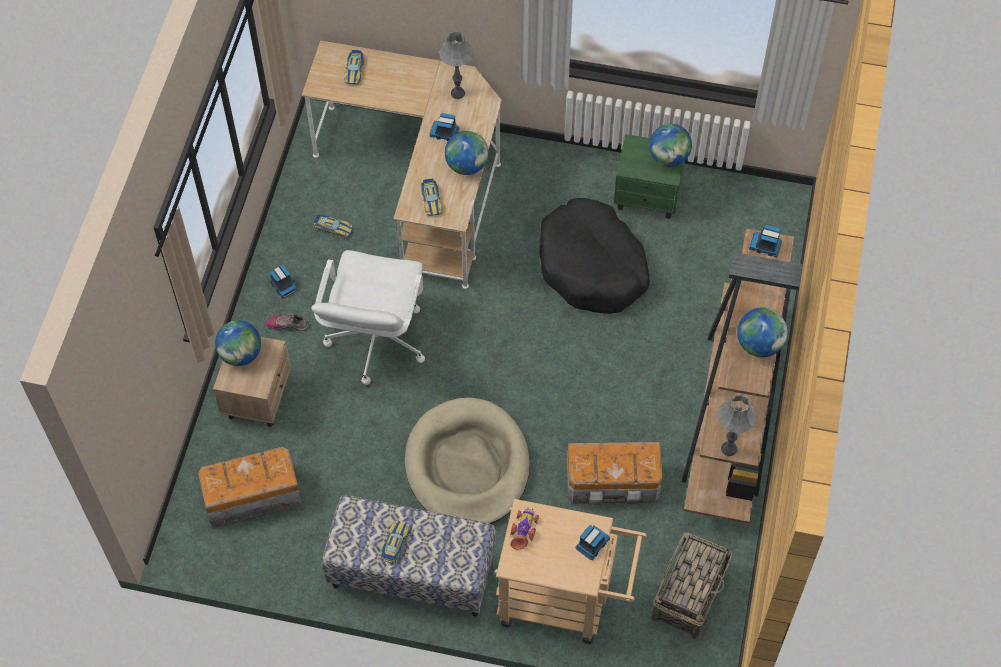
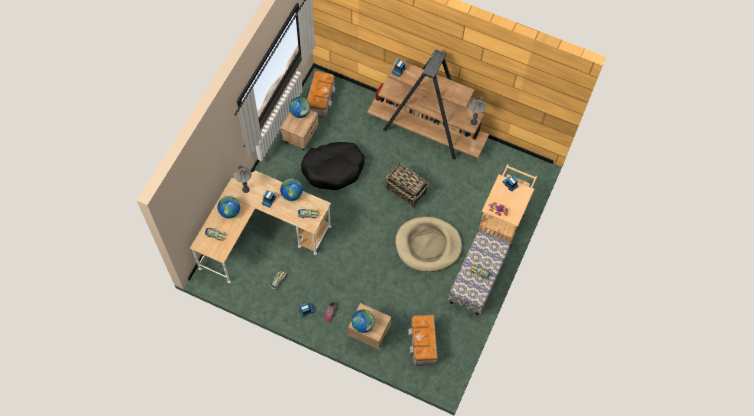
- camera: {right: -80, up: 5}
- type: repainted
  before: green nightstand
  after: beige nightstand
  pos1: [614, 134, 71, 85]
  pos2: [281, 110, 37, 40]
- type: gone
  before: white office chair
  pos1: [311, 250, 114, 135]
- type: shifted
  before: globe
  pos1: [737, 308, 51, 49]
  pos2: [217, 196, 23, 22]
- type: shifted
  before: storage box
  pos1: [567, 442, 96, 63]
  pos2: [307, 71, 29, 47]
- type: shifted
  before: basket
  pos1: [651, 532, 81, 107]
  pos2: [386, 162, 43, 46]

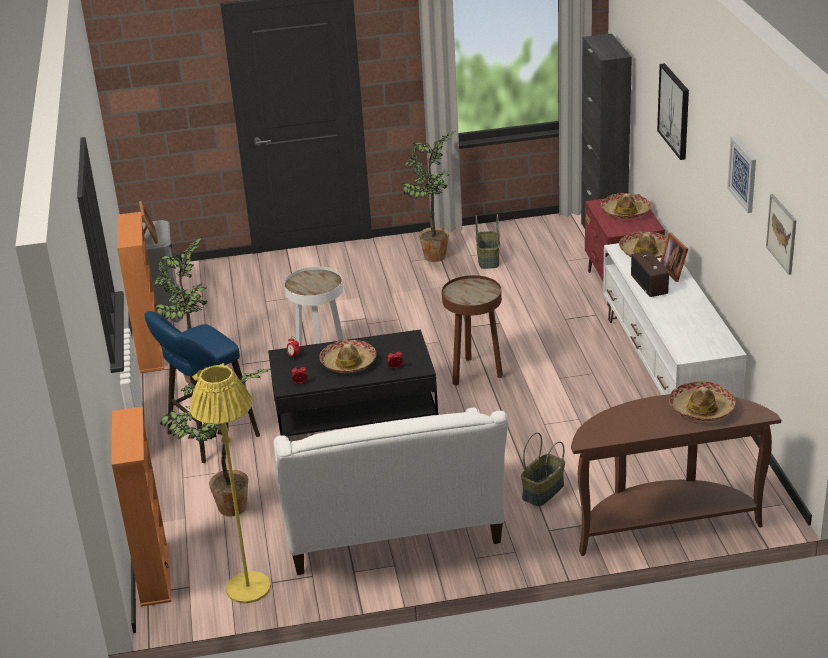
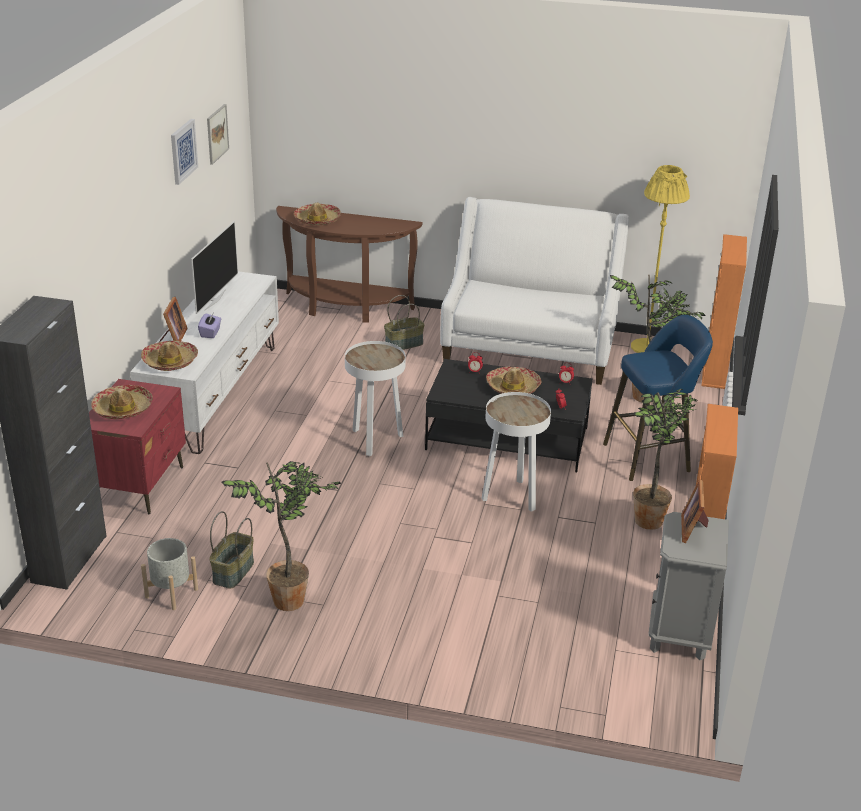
- camera: {right: -160, up: 0}
- type: gone
  before: picture
  pos1: [657, 63, 32, 97]
- type: swapped
  before: radio
  after: purple tissue box
  pos1: [631, 251, 38, 46]
  pos2: [198, 313, 24, 25]
- type: repainted
  before: brown side table
  after: white side table
  pos1: [442, 275, 61, 111]
  pos2: [345, 341, 61, 115]
- type: new
  after: television
  pos2: [191, 221, 47, 93]
- type: new
  after: grey planter
  pos2: [141, 538, 57, 72]

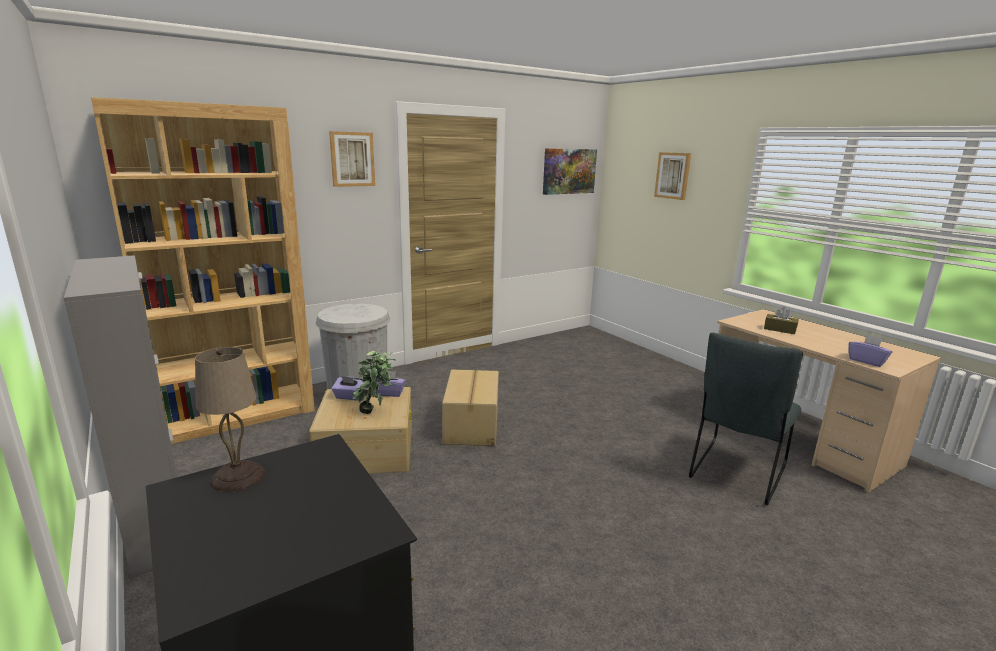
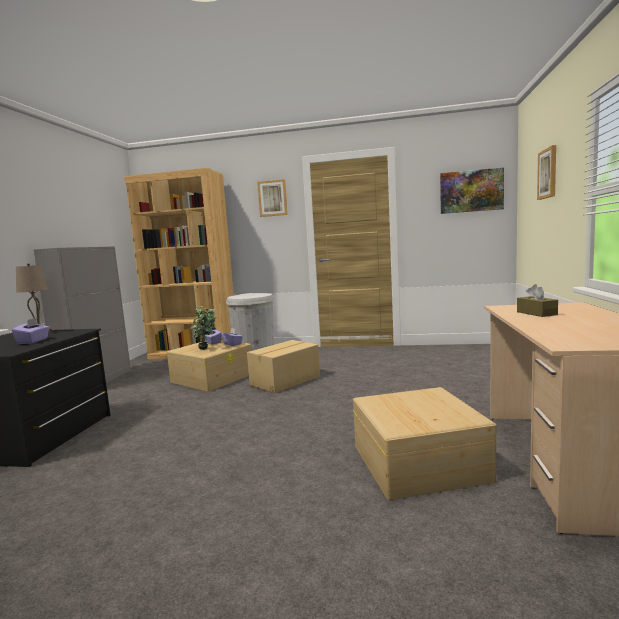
- camera: {right: 45, up: -10}
- type: swapped
  before: grey chair
  after: beige storage box
  pos1: [689, 333, 114, 172]
  pos2: [353, 387, 143, 113]
- type: shifted
  before: purple tissue box
  pos1: [849, 334, 44, 33]
  pos2: [12, 318, 38, 26]

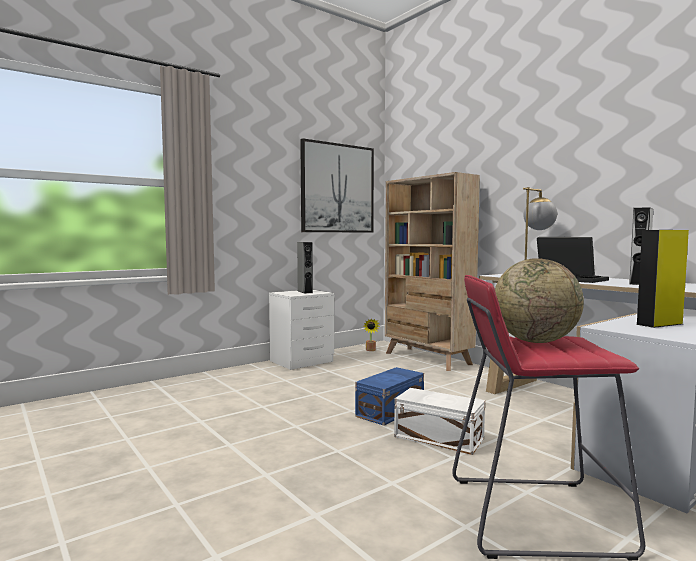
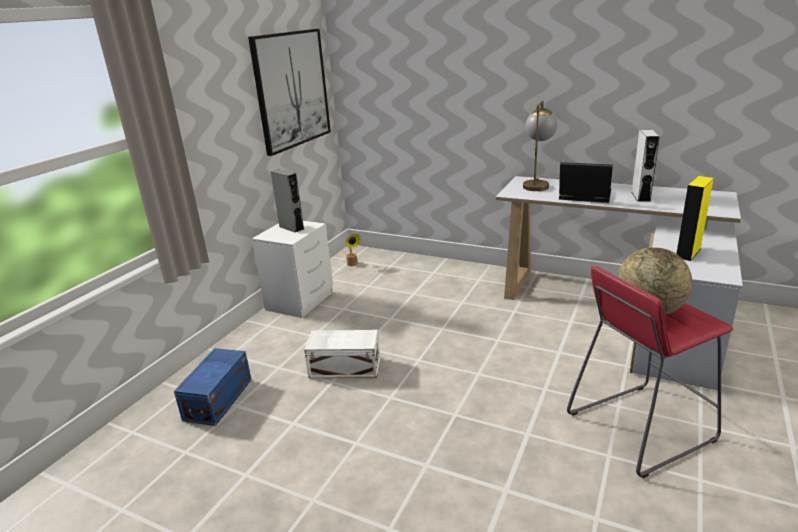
- camera: {right: -25, up: 20}
- type: gone
  before: beige bookcase
  pos1: [385, 172, 95, 199]
- type: shifted
  before: blue storage box
  pos1: [355, 367, 69, 59]
  pos2: [174, 348, 78, 78]
- type: shifted
  before: white storage box
  pos1: [394, 388, 91, 67]
  pos2: [304, 330, 76, 48]

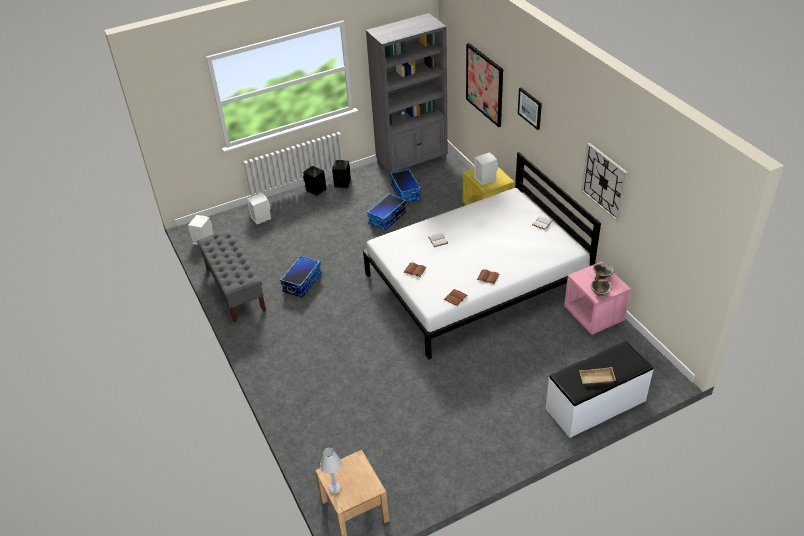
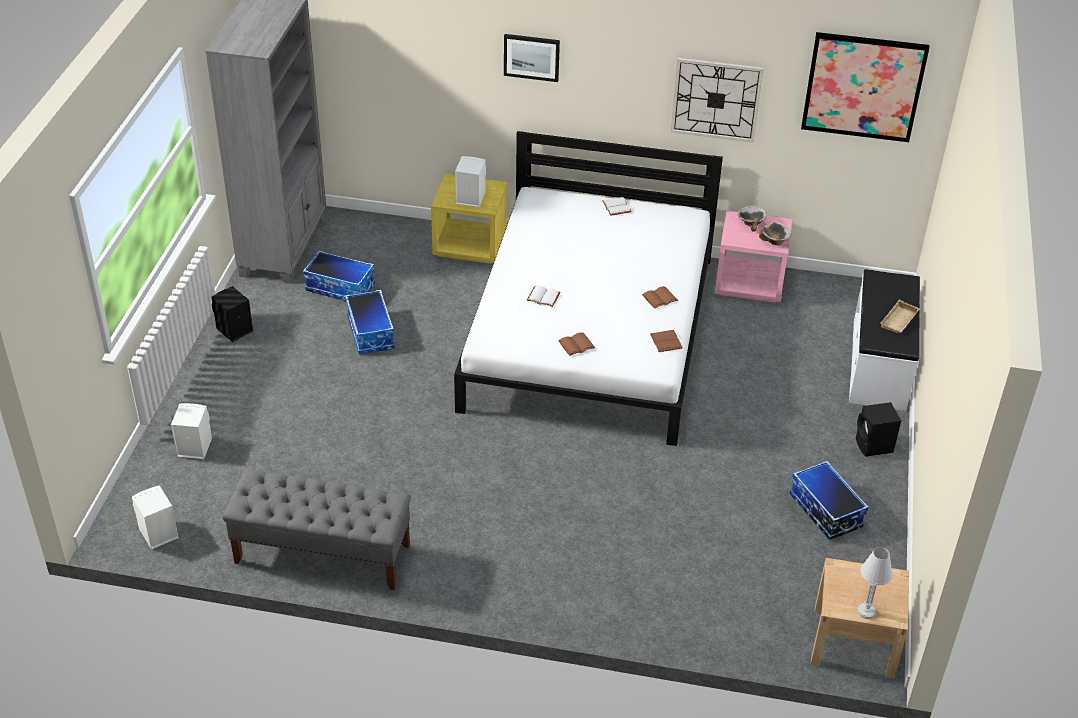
- camera: {right: -55, up: 0}
- type: shifted
  before: picture
  pos1: [466, 43, 37, 84]
  pos2: [801, 32, 129, 110]
- type: shifted
  before: black speaker
  pos1: [303, 166, 24, 30]
  pos2: [856, 402, 45, 55]
- type: shifted
  before: storage box
  pos1: [280, 255, 42, 43]
  pos2: [790, 461, 79, 79]

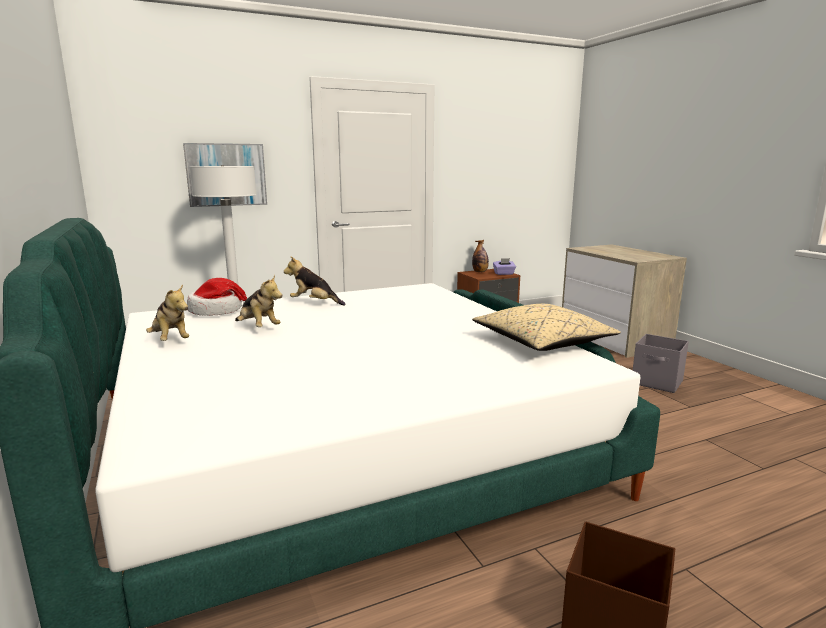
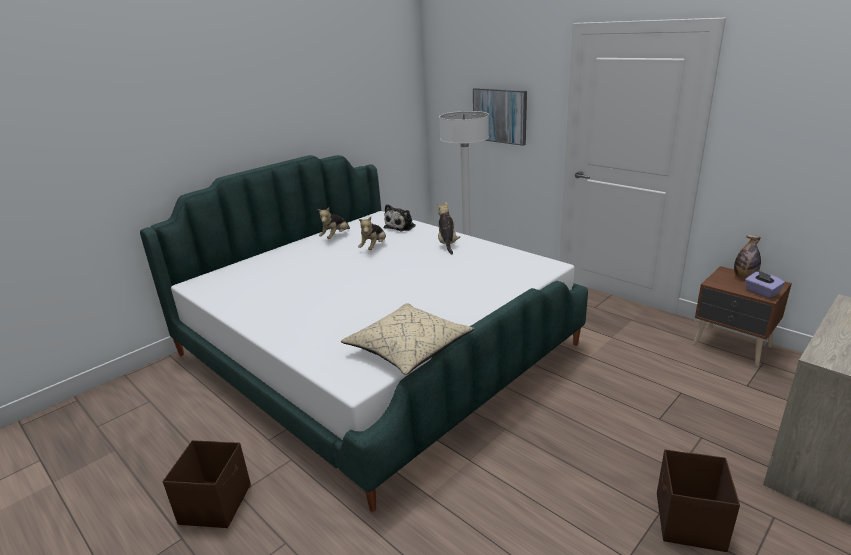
- camera: {right: 70, up: 10}
- type: swapped
  before: hat
  after: plush toy
  pos1: [187, 278, 60, 38]
  pos2: [384, 204, 32, 27]
- type: repainted
  before: grey storage box
  after: brown storage box
  pos1: [633, 334, 56, 59]
  pos2: [657, 449, 83, 103]

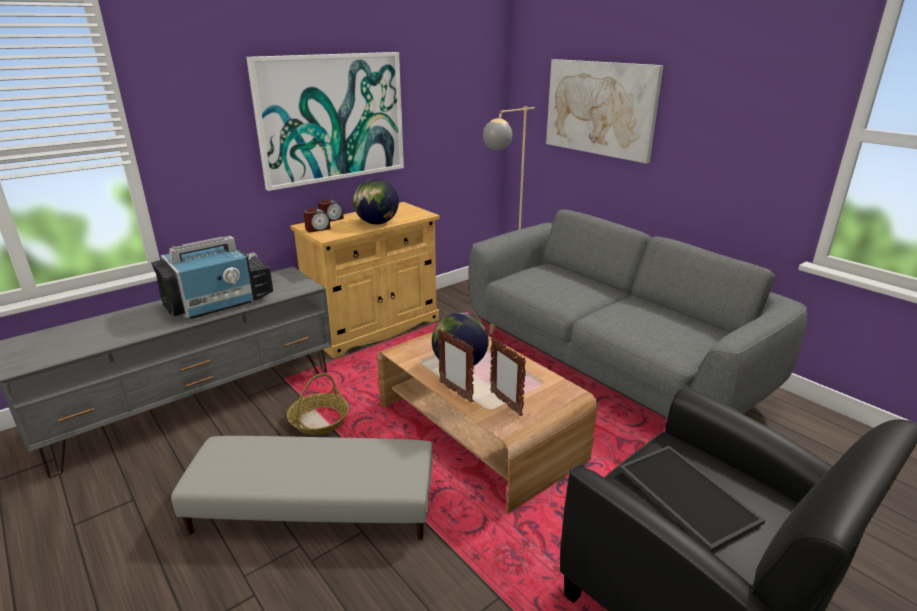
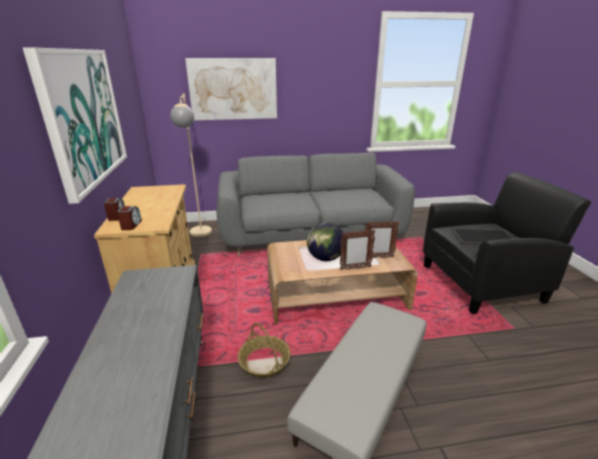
- camera: {right: -60, up: 0}
- type: gone
  before: globe
  pos1: [353, 179, 46, 45]
- type: gone
  before: television
  pos1: [151, 236, 122, 83]

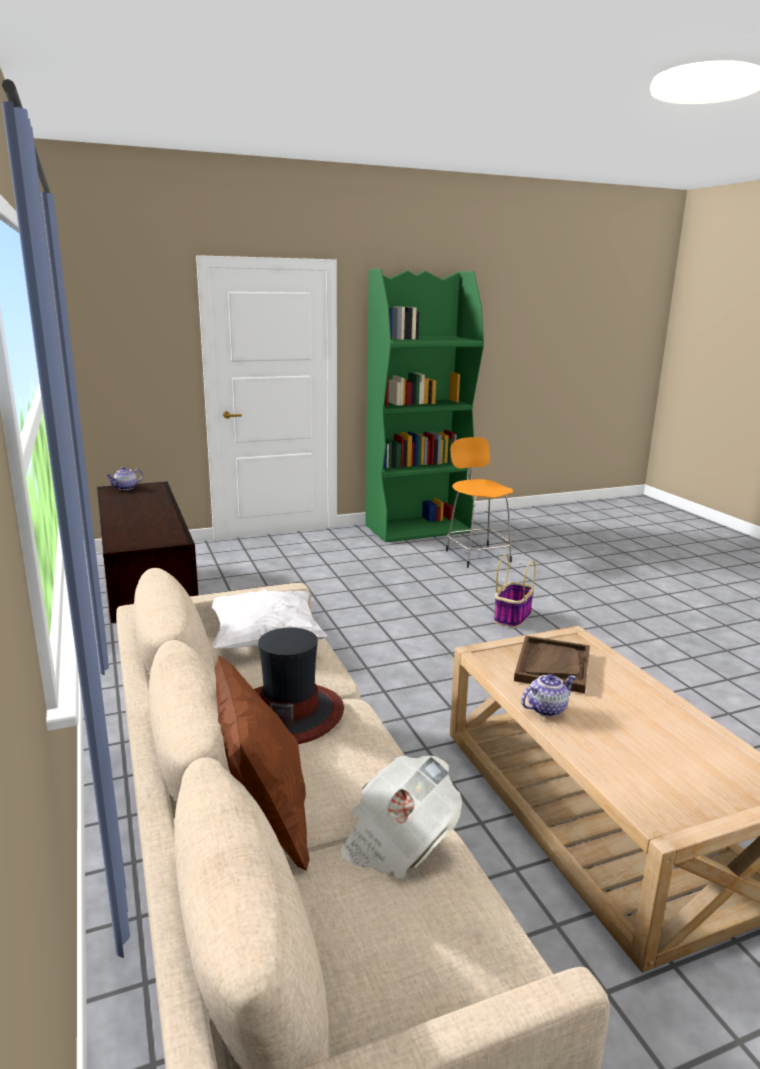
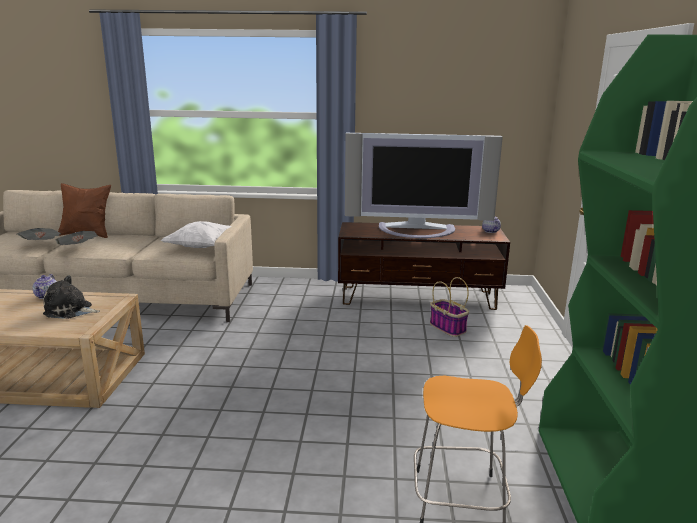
- camera: {right: 115, up: 0}
- type: shifted
  before: basket
  pos1: [494, 555, 42, 73]
  pos2: [430, 277, 39, 60]
- type: gone
  before: hat
  pos1: [254, 627, 90, 117]
- type: swapped
  before: brown tray
  after: plush toy
  pos1: [514, 636, 76, 57]
  pos2: [43, 275, 57, 44]
- type: new
  after: television
  pos2: [345, 133, 158, 105]
- type: new
  after: newspaper
  pos2: [55, 231, 43, 14]

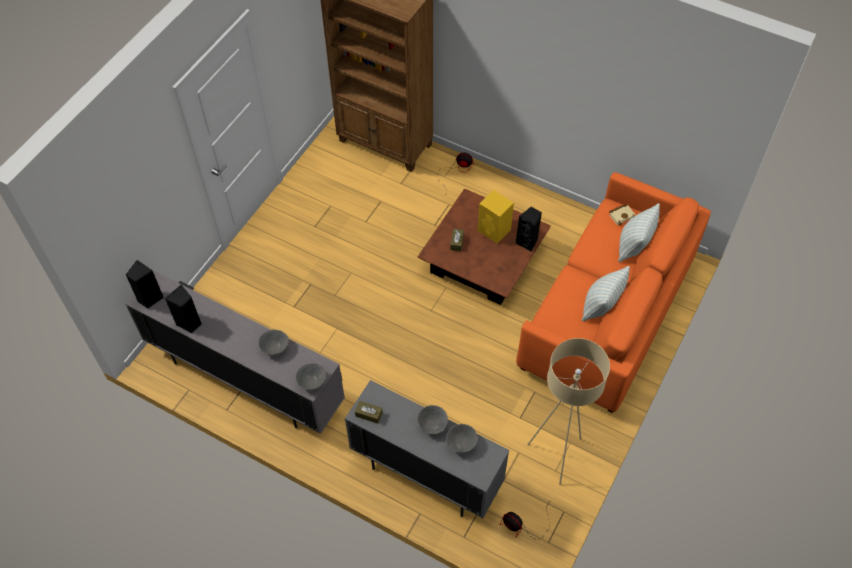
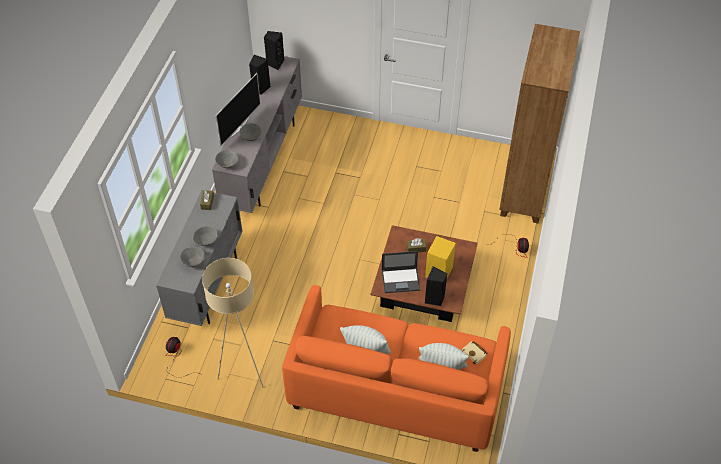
- camera: {right: 75, up: -5}
- type: new
  after: television
  pos2: [215, 73, 46, 73]
- type: new
  after: laptop
  pos2: [382, 251, 38, 42]

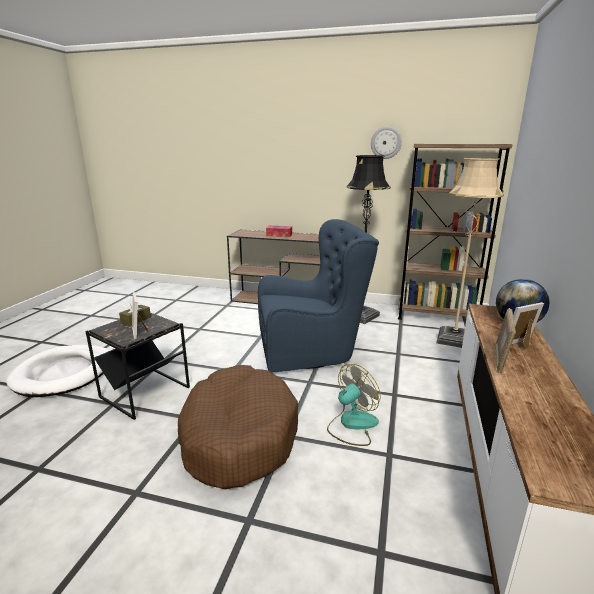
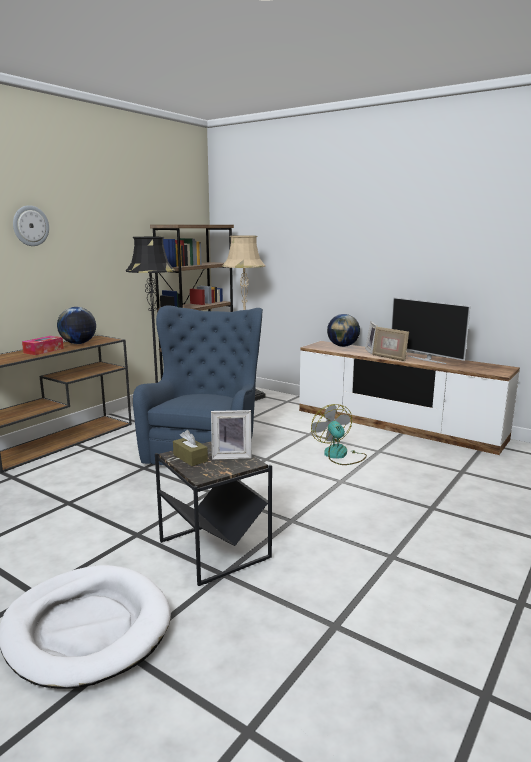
- camera: {right: -70, up: -5}
- type: shifted
  before: wall clock
  pos1: [371, 127, 31, 32]
  pos2: [13, 205, 36, 41]
- type: gone
  before: brown dog bed
  pos1: [178, 365, 120, 124]
- type: new
  after: television
  pos2: [391, 297, 80, 67]
- type: new
  after: globe
  pos2: [57, 307, 39, 37]

